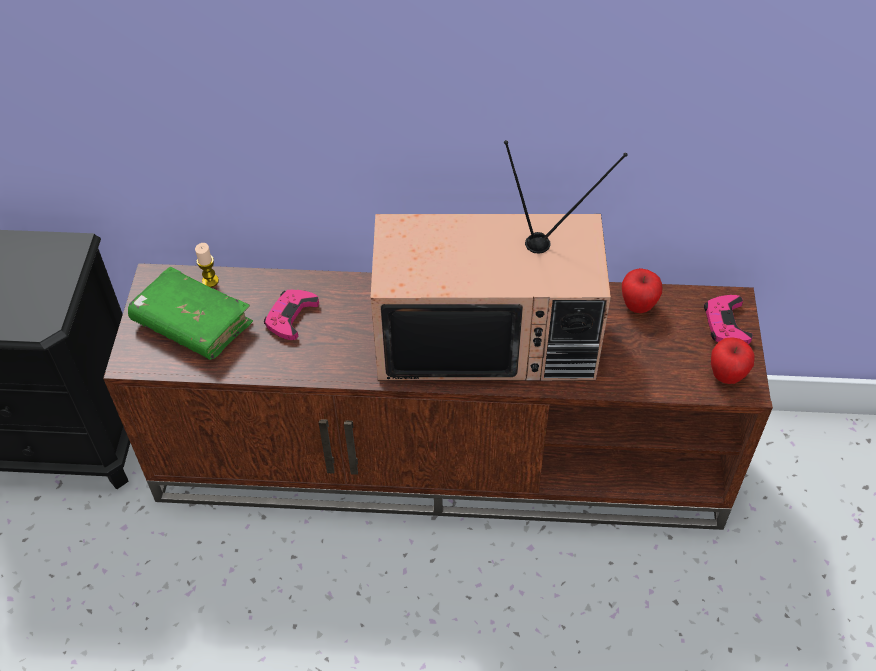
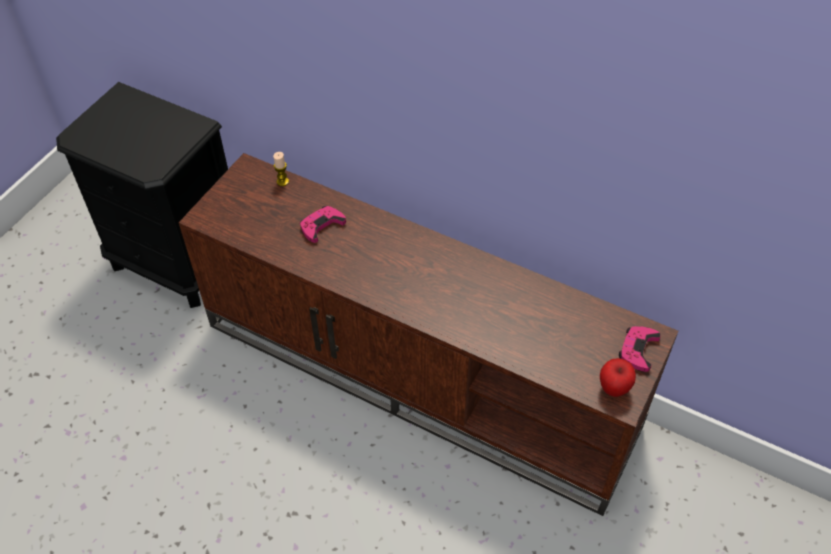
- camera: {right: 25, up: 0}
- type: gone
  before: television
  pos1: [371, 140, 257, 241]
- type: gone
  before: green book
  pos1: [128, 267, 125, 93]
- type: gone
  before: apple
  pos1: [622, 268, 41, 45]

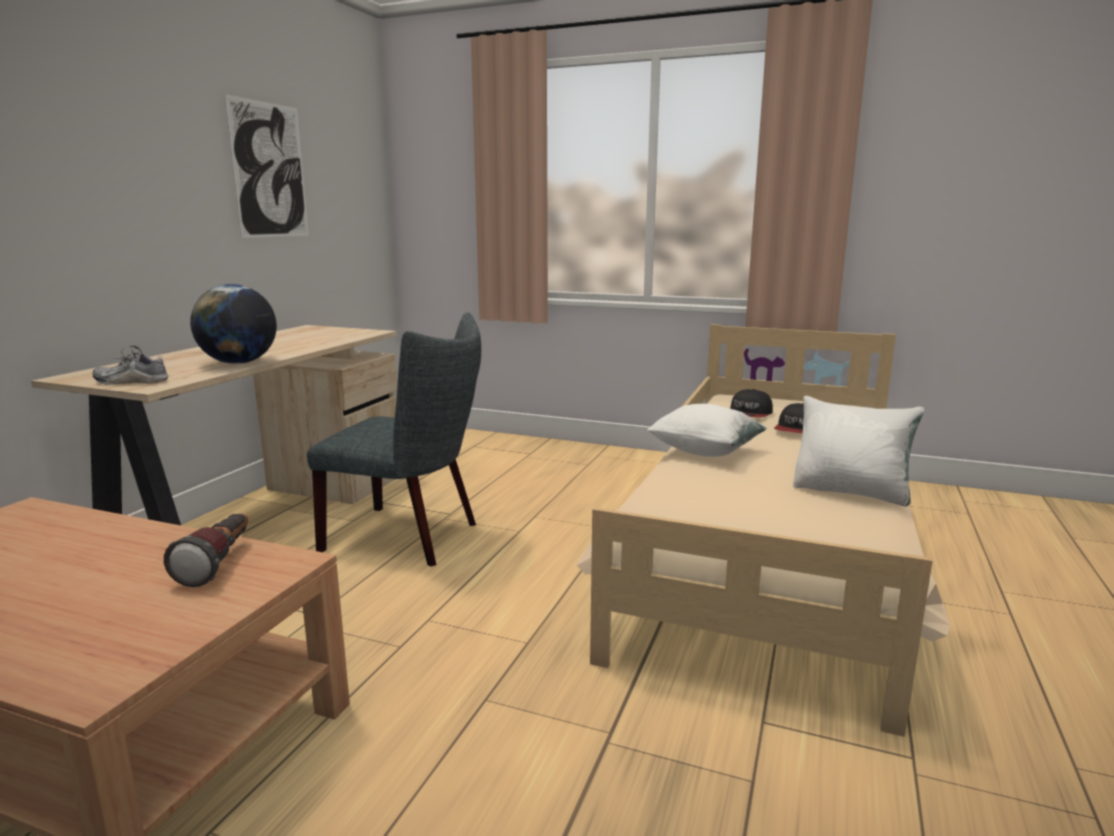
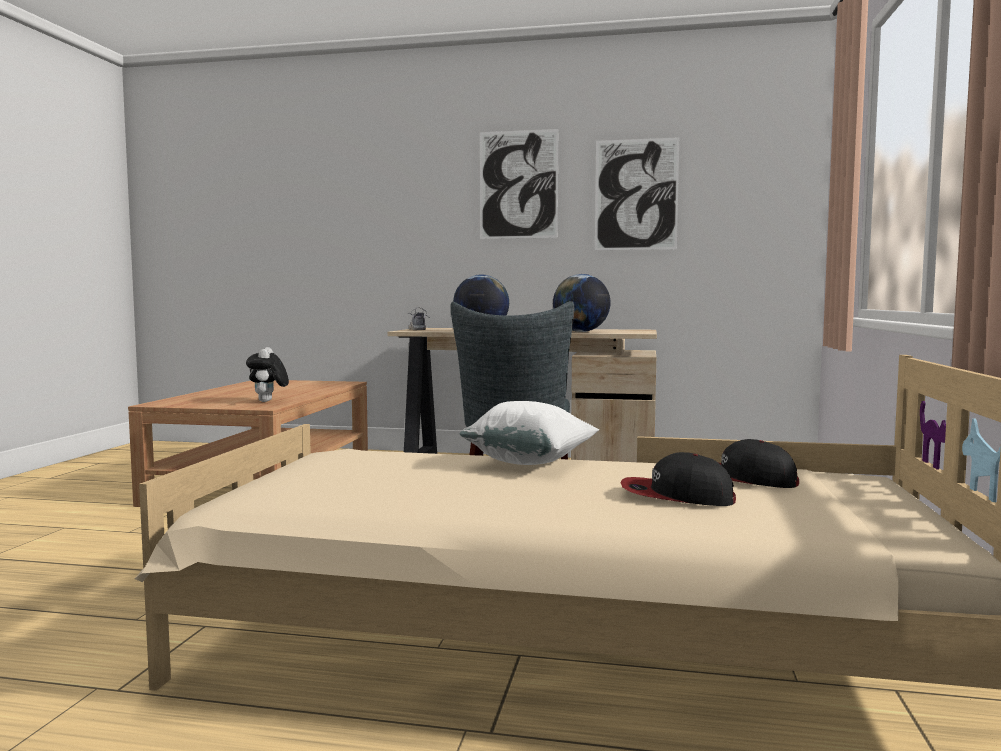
- camera: {right: 80, up: -10}
- type: gone
  before: white pillow
  pos1: [793, 396, 131, 110]
- type: swapped
  before: flashlight
  after: plush toy
  pos1: [164, 514, 84, 73]
  pos2: [246, 347, 43, 55]
- type: new
  after: picture
  pos2: [480, 129, 78, 110]
- type: new
  after: globe
  pos2: [553, 274, 58, 58]

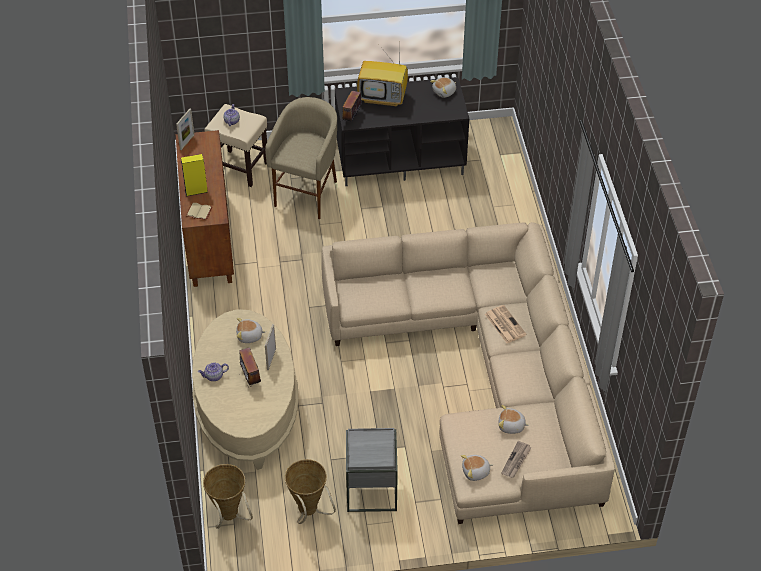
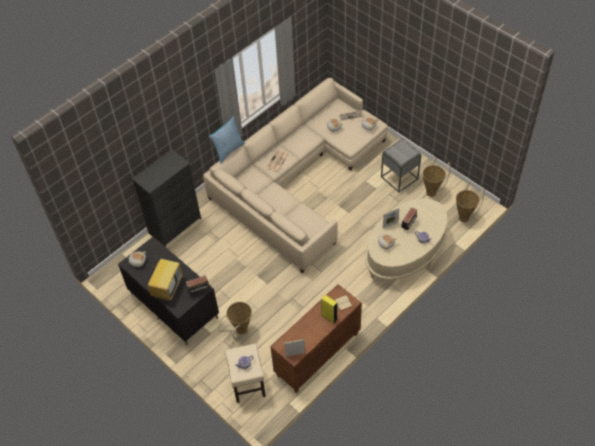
- camera: {right: -125, up: 5}
- type: rotated
  before: television
  pos1: [357, 47, 51, 60]
  pos2: [148, 253, 35, 48]
  turn: 45
- type: swapped
  before: beige stool
  after: basket
  pos1: [265, 97, 72, 122]
  pos2: [218, 302, 34, 39]
- type: new
  after: pillow
  pos2: [208, 116, 37, 48]
- type: new
  after: black dresser
  pos2: [132, 149, 69, 98]

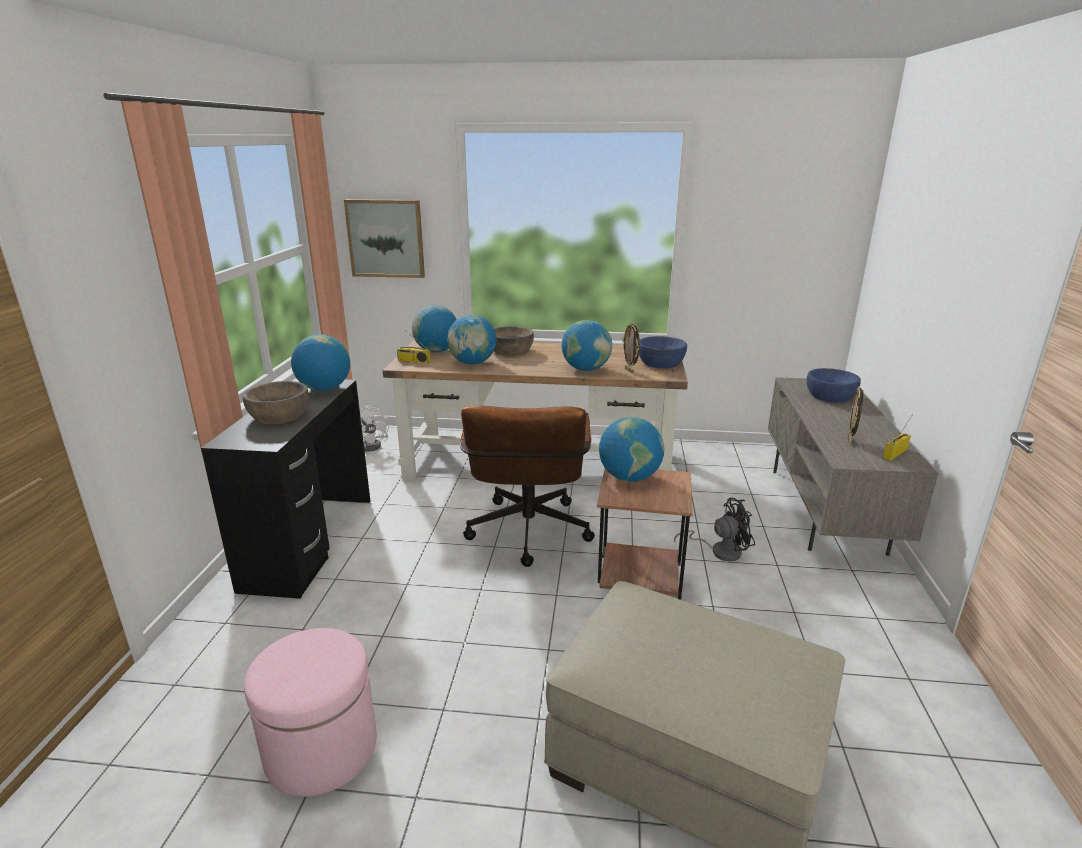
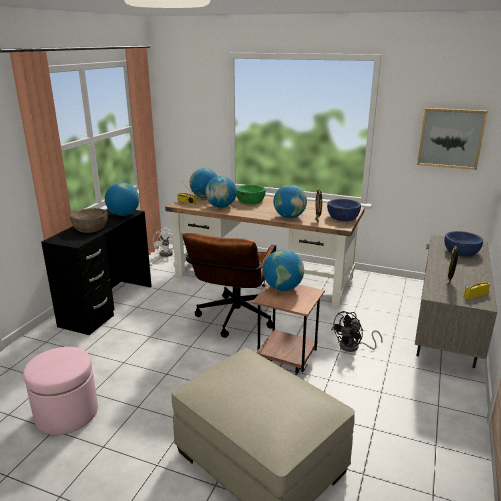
- camera: {right: 15, up: 0}
- type: shifted
  before: picture
  pos1: [344, 199, 81, 79]
  pos2: [417, 108, 71, 62]
- type: repainted
  before: brown bowl
  after: green bowl
  pos1: [494, 326, 40, 30]
  pos2: [236, 185, 30, 19]
- type: rotated
  before: black fan
  pos1: [674, 498, 81, 63]
  pos2: [331, 311, 52, 41]
  turn: 135

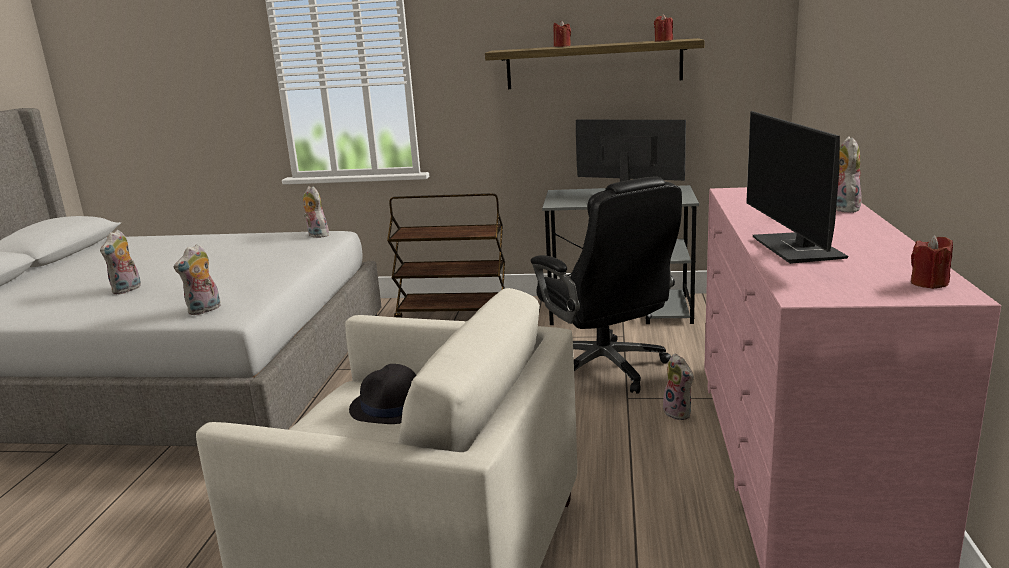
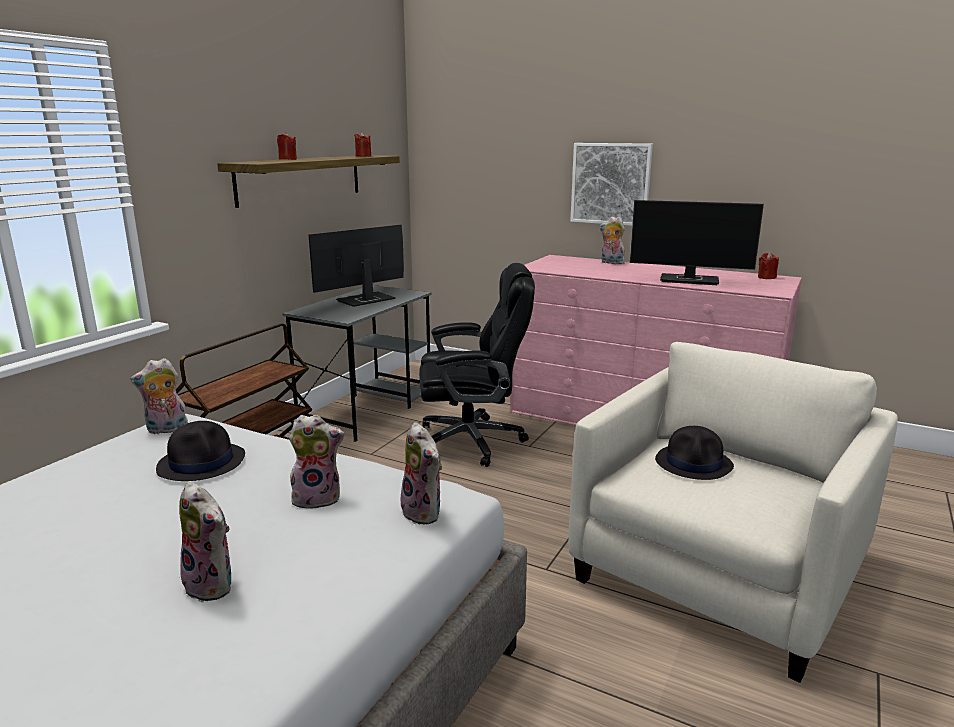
- camera: {right: -70, up: 0}
- type: shifted
  before: plush toy
  pos1: [663, 353, 31, 67]
  pos2: [289, 415, 55, 94]
- type: new
  after: picture
  pos2: [571, 143, 82, 83]
- type: new
  after: black hat
  pos2: [156, 421, 89, 60]

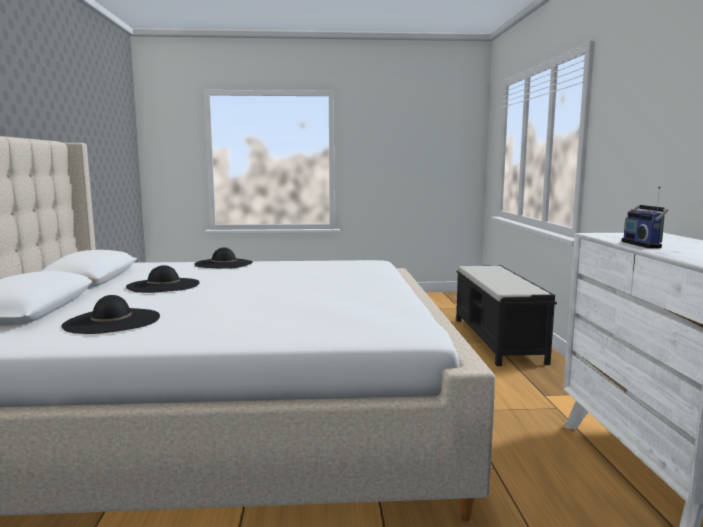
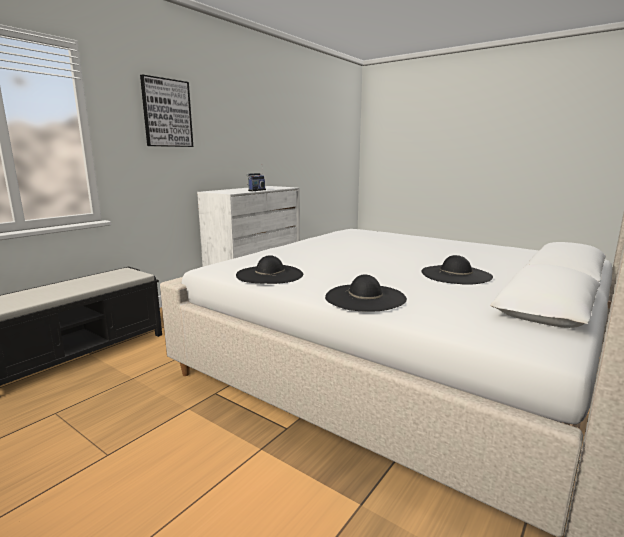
- camera: {right: -140, up: 5}
- type: shifted
  before: black hat
  pos1: [61, 295, 99, 39]
  pos2: [236, 255, 67, 29]
- type: new
  after: picture
  pos2: [140, 74, 53, 73]

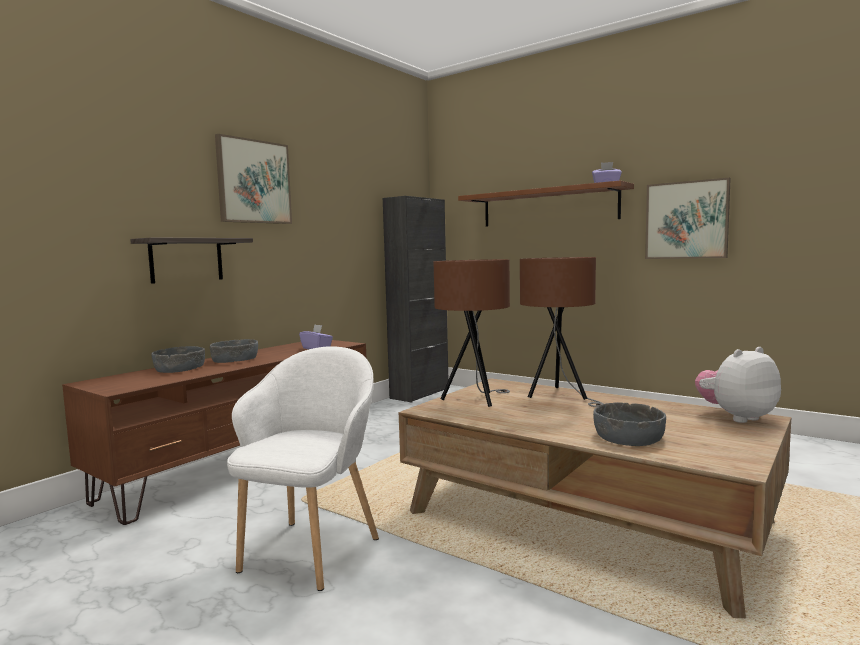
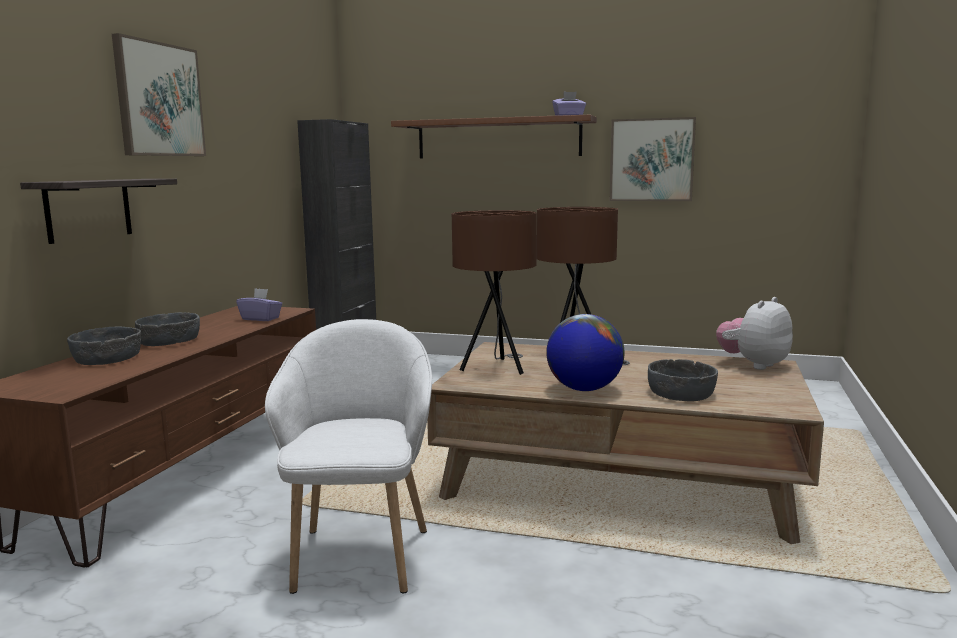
- camera: {right: -20, up: 5}
- type: new
  after: globe
  pos2: [546, 314, 78, 77]

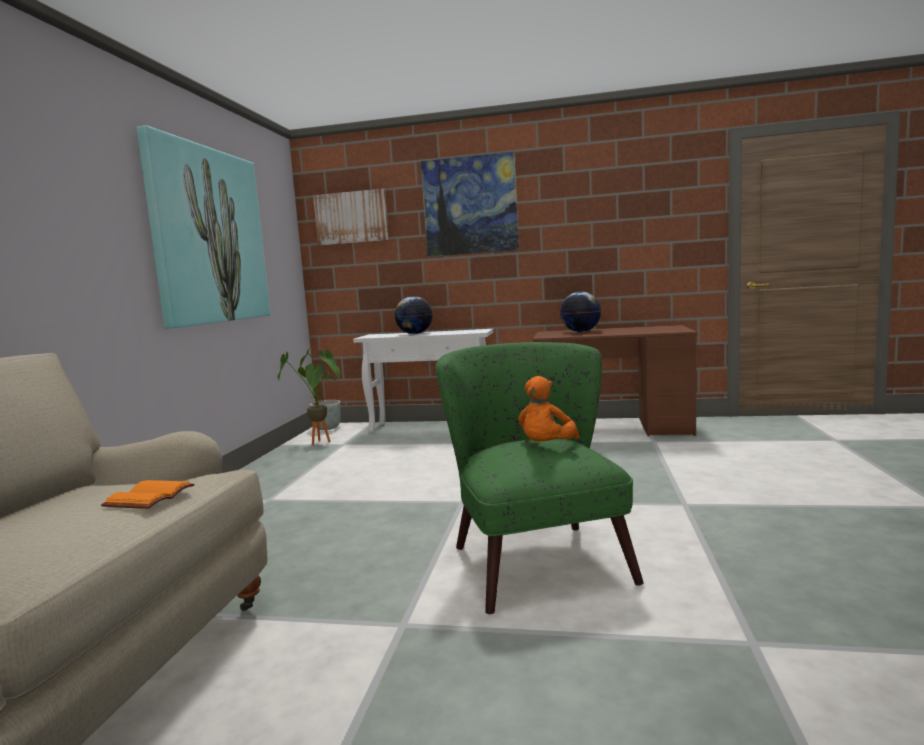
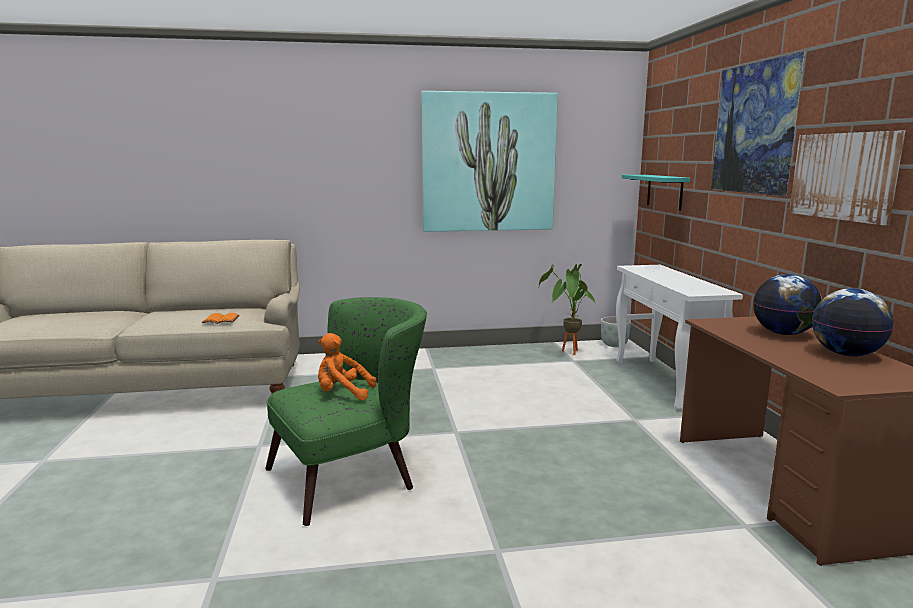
- camera: {right: 70, up: 5}
- type: shifted
  before: picture
  pos1: [313, 189, 76, 57]
  pos2: [789, 131, 116, 94]
- type: shifted
  before: globe
  pos1: [395, 296, 38, 38]
  pos2: [812, 288, 82, 69]
- type: new
  after: turquoise shelf
  pos2: [622, 175, 68, 36]

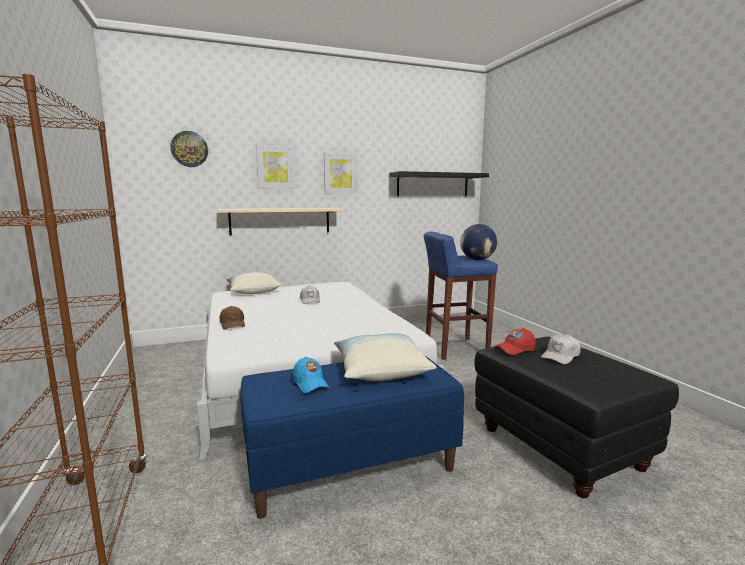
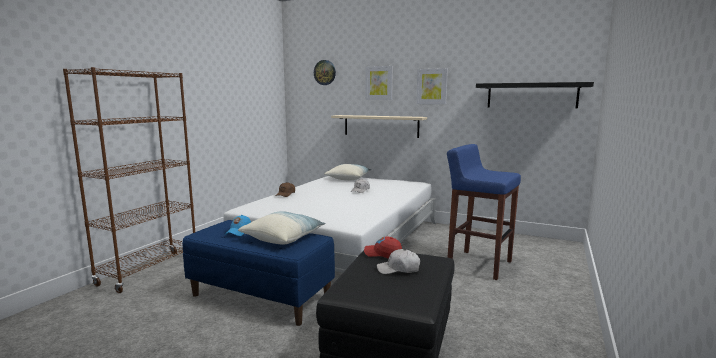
- camera: {right: 45, up: 0}
- type: gone
  before: globe
  pos1: [460, 224, 37, 36]

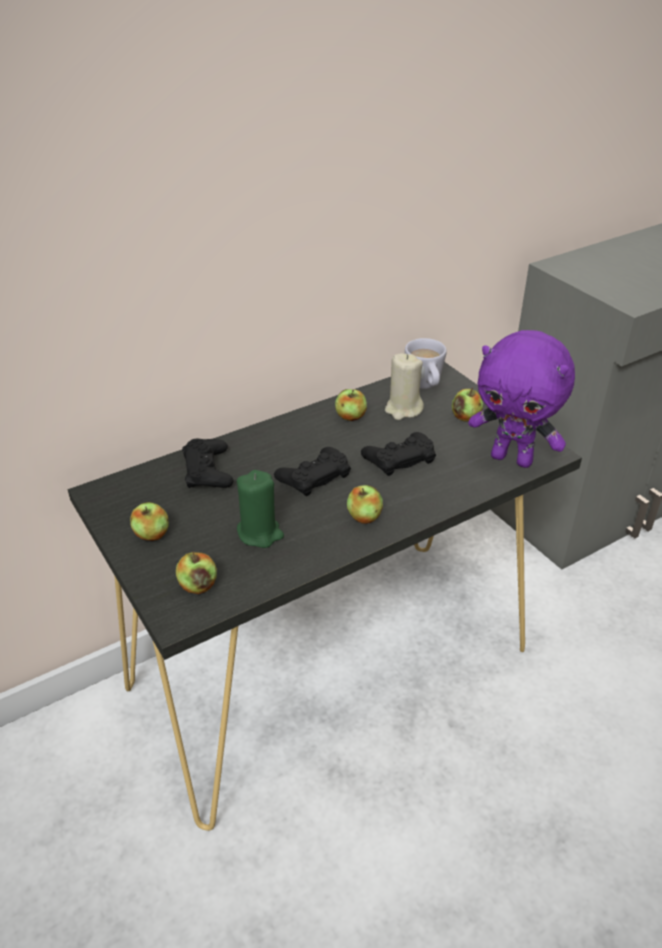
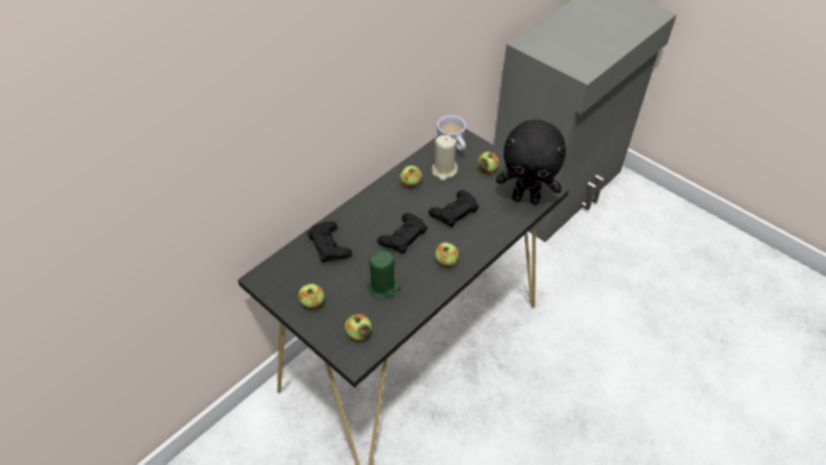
- camera: {right: -15, up: 10}
- type: repainted
  before: purple plush toy
  after: black plush toy
  pos1: [468, 330, 107, 138]
  pos2: [496, 119, 70, 85]

